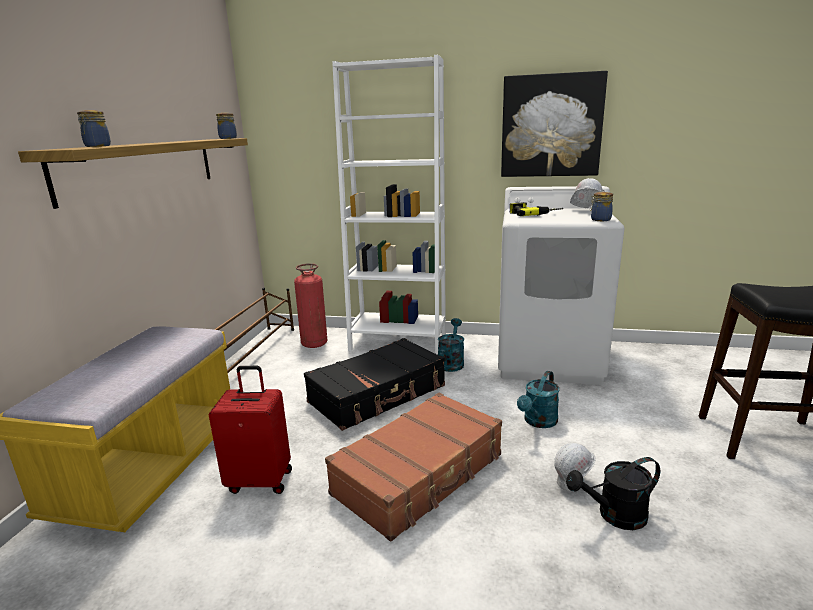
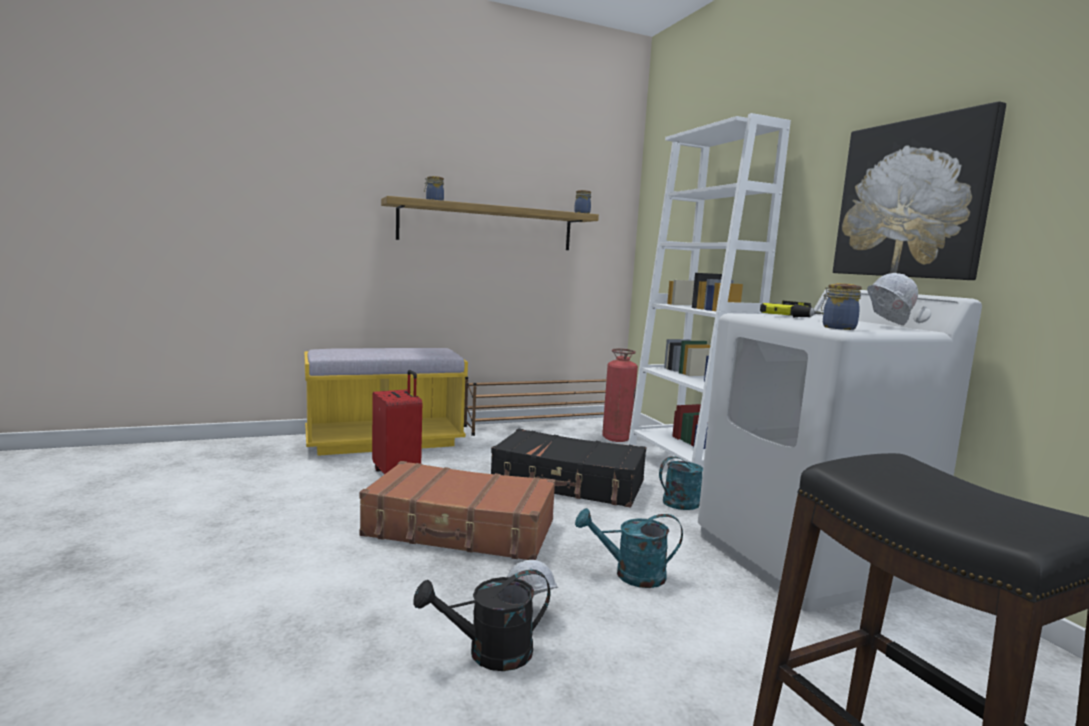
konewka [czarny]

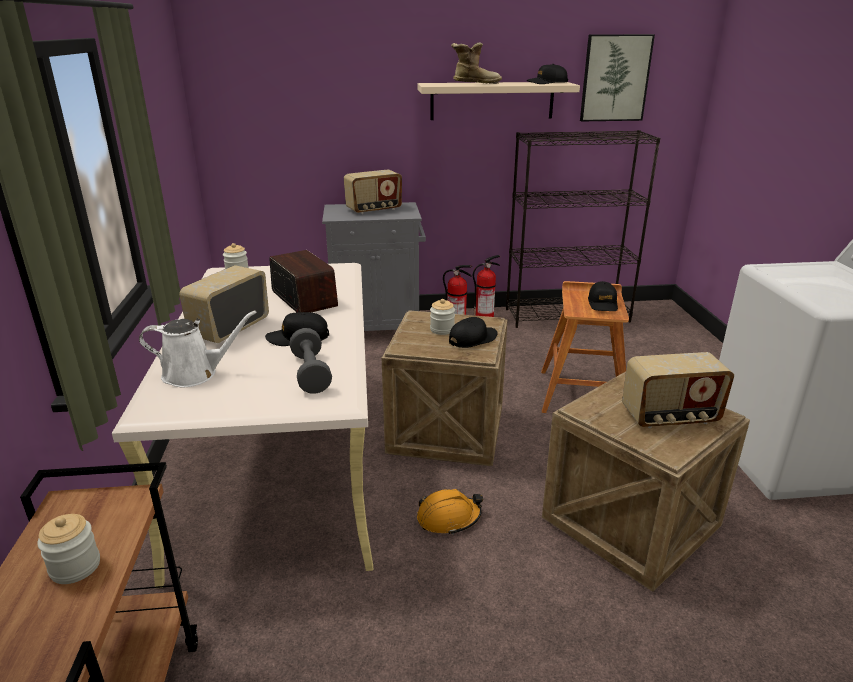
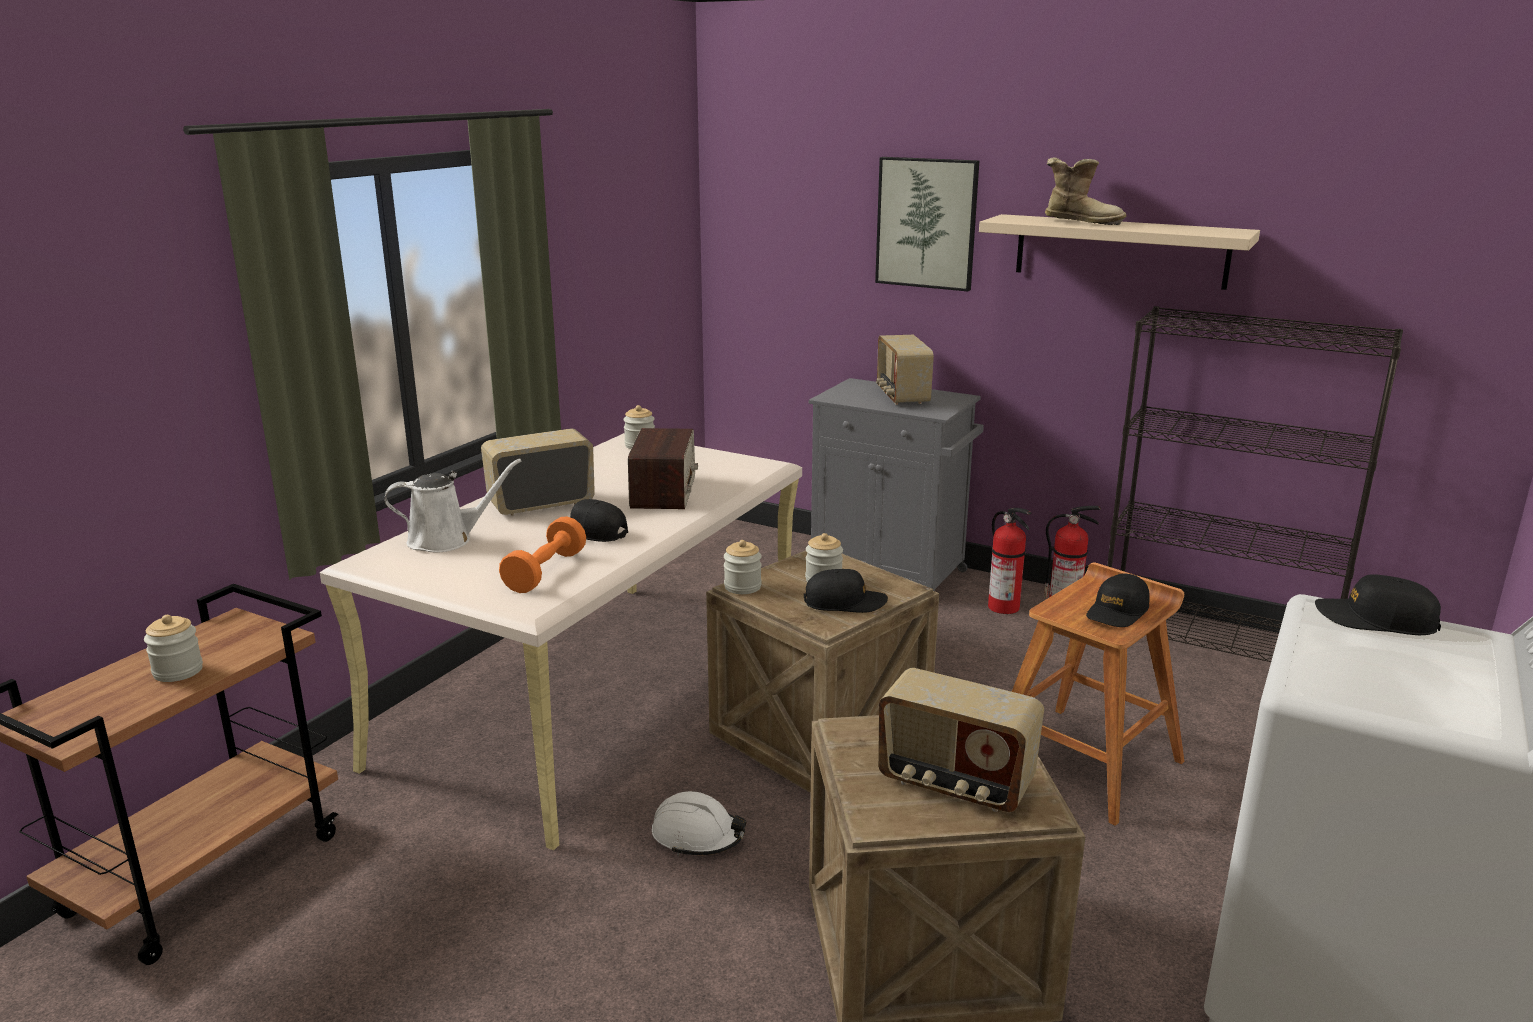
konewka [biały]; hantel [pomarańczowy]; kask [biały]; słoik (3rd from left); obraz; radio (3rd from left); czapka z daszkiem [czarny] (4th from left)

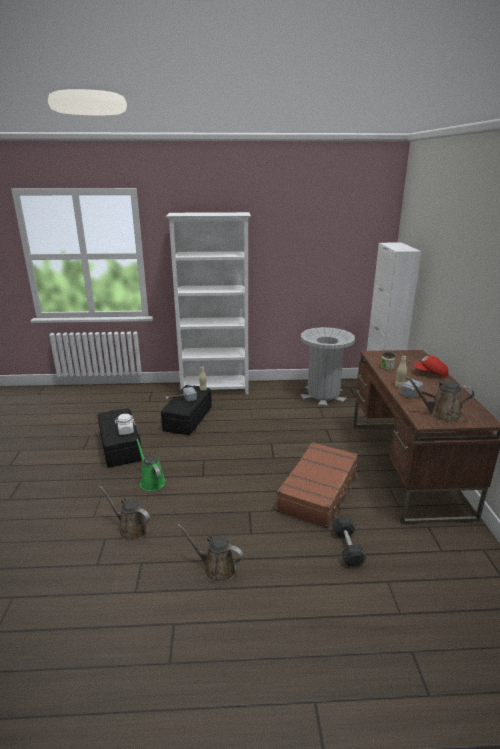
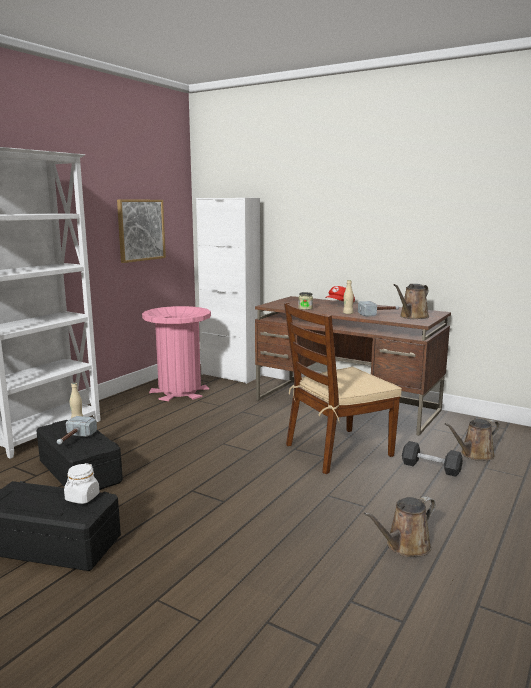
obraz; kosz na śmieci [różowy]; krzesło [brązowy]; konewka [brązowy] (3rd from left); konewka [zielony]

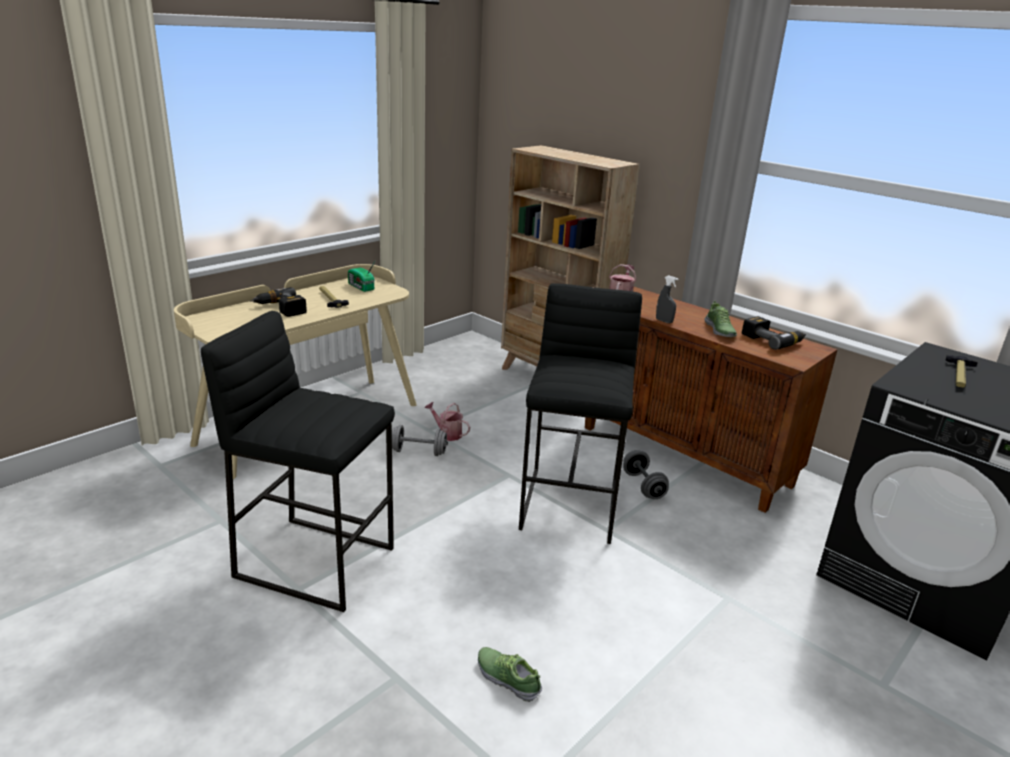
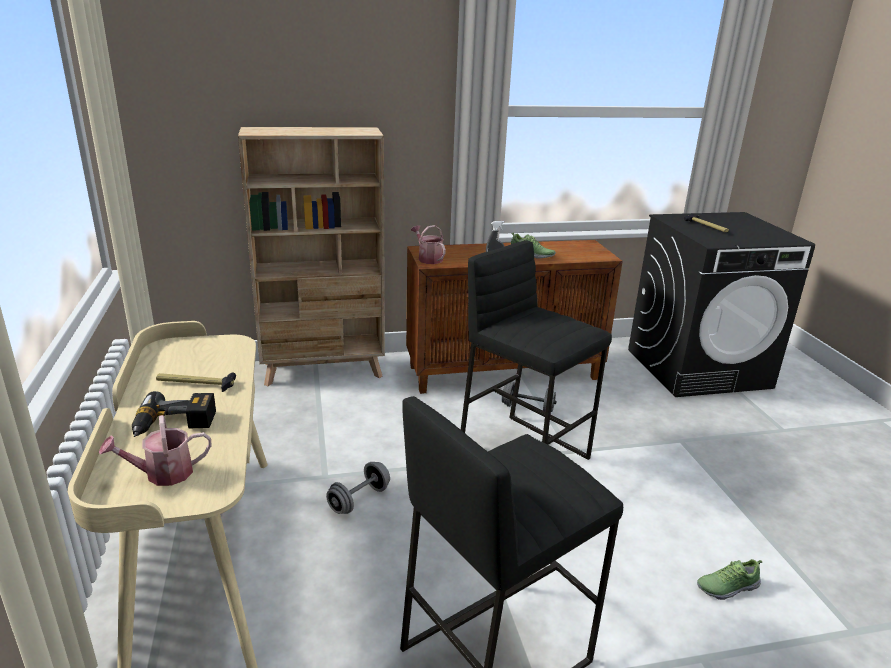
konewka (1st from left); radio; wiertarka (2nd from left in the first image)

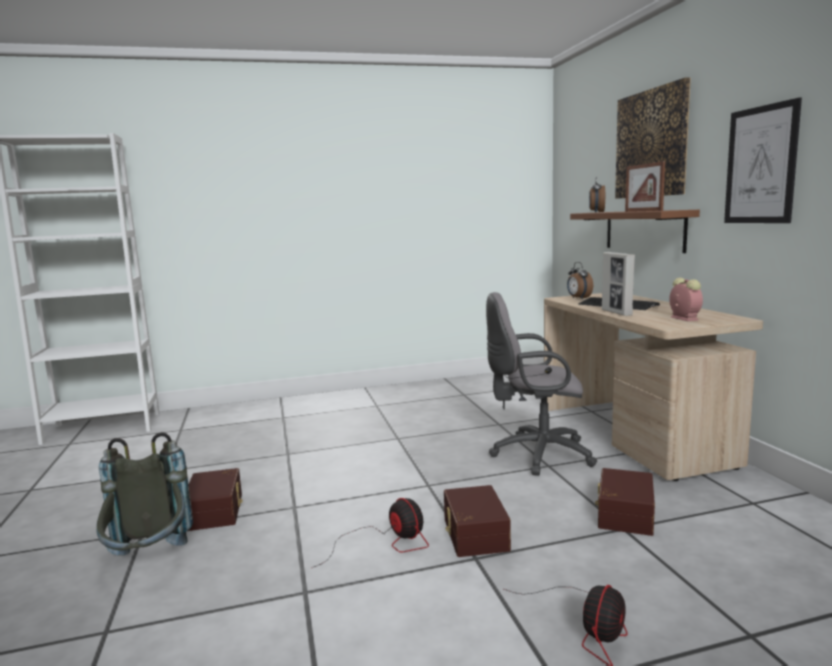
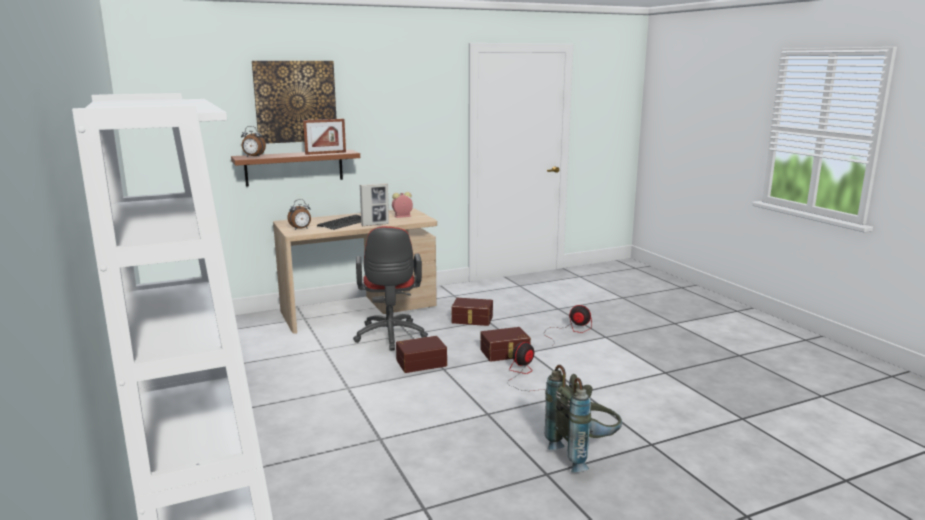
krzesło biurowe [czerwony]; pojemnik do przechowywania [brązowy] (1st from left); obraz (2nd from left in the first image)

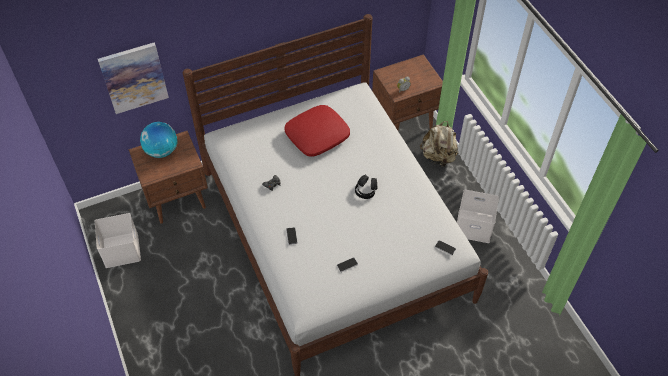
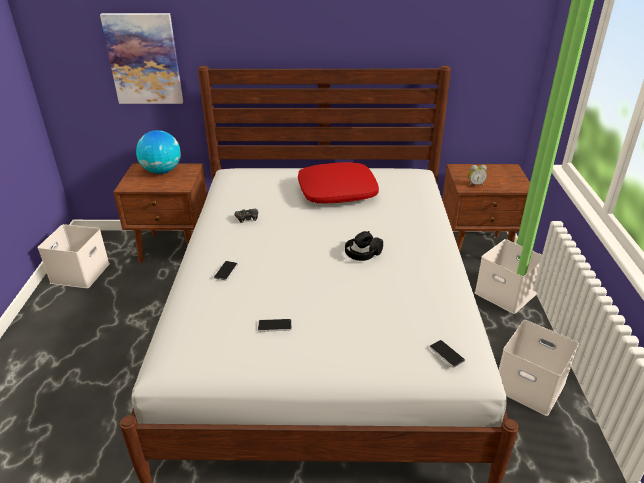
pojemnik do przechowywania [biały] (2nd from left)

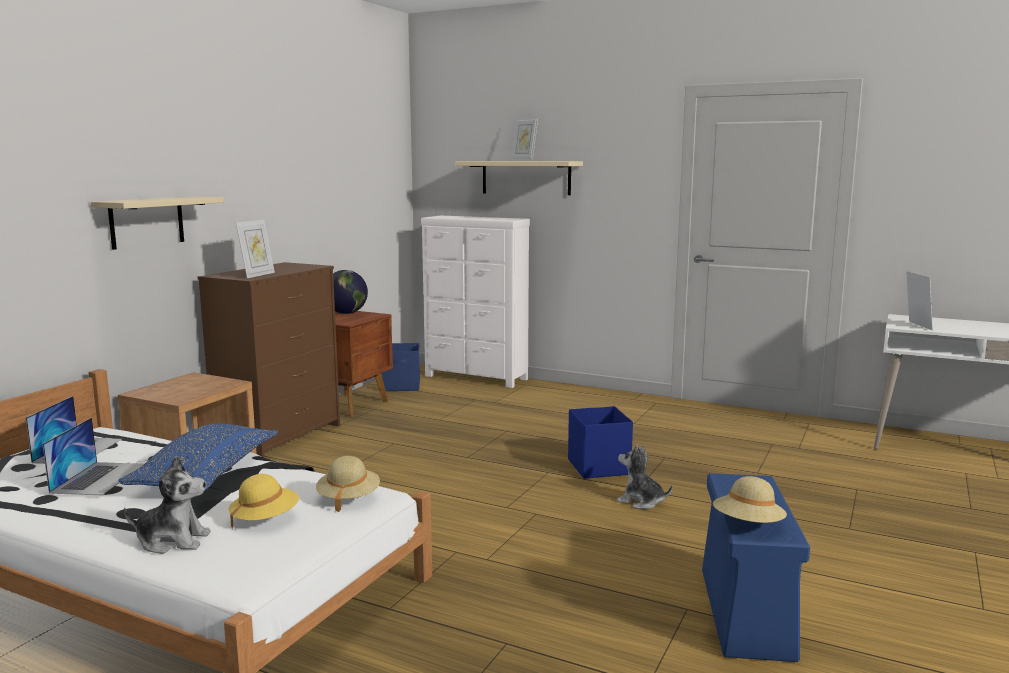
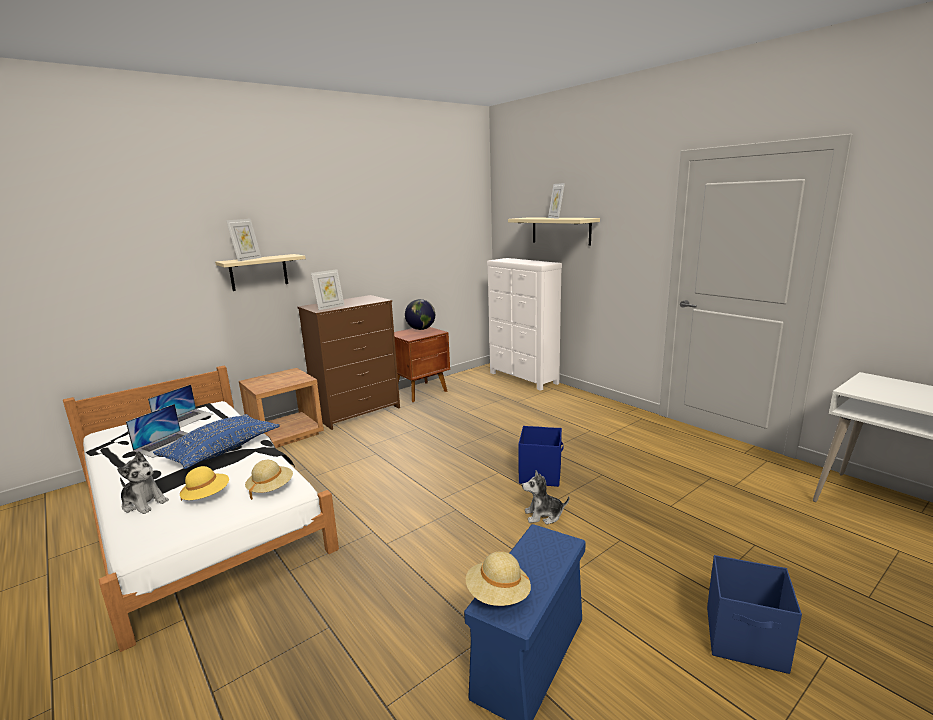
ramka na zdjęcie (1st from left); pluszak (2nd from left); pojemnik do przechowywania [niebieski] (3rd from left)

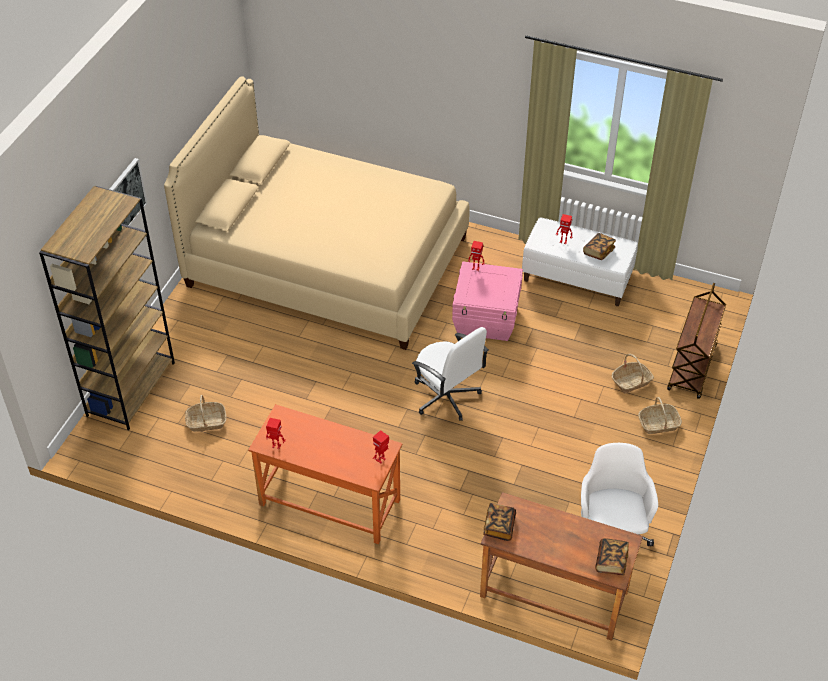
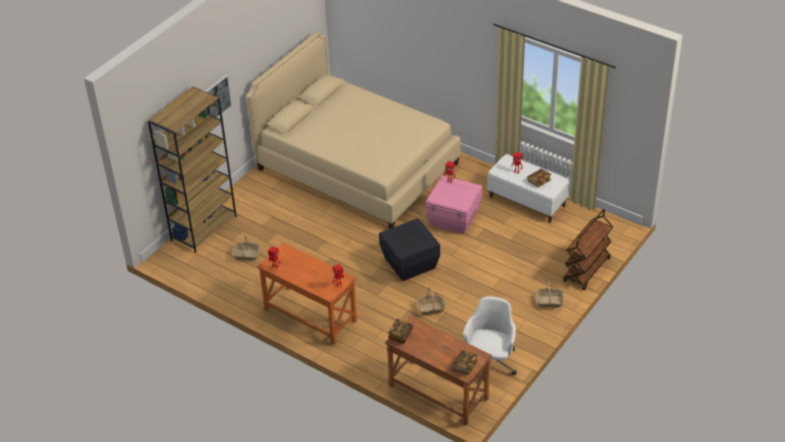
pojemnik do przechowywania [czarny]; koszyk (2nd from left)

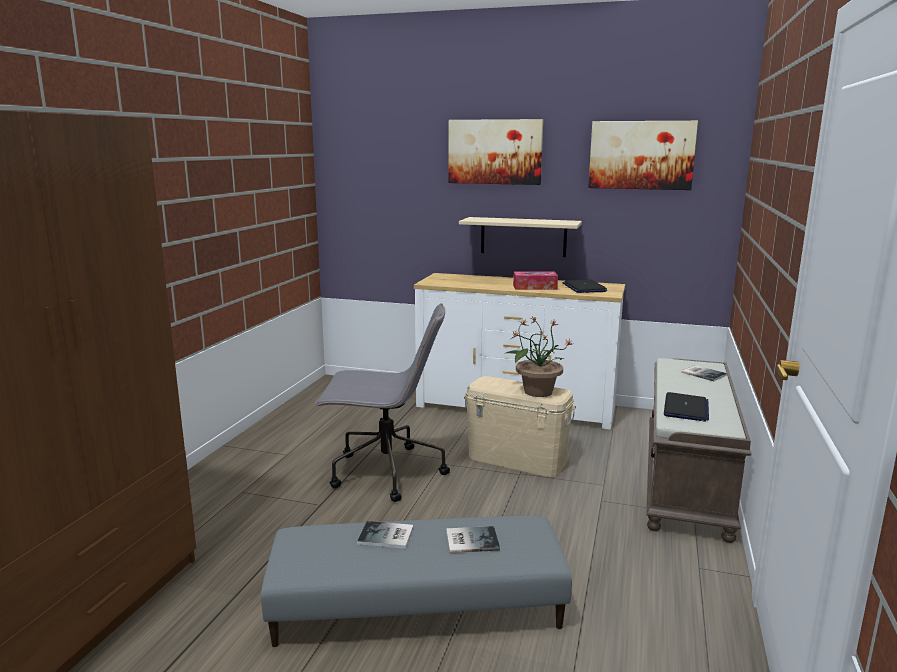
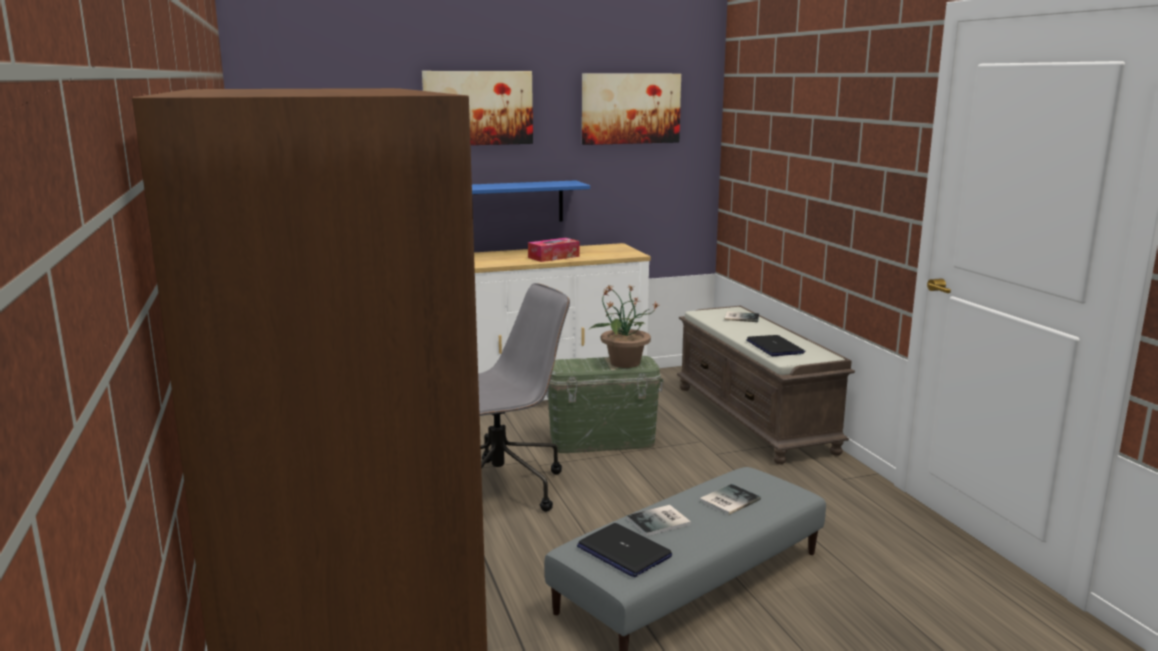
półka [niebieski]; pojemnik do przechowywania [zielony]; laptop (1st from left)

